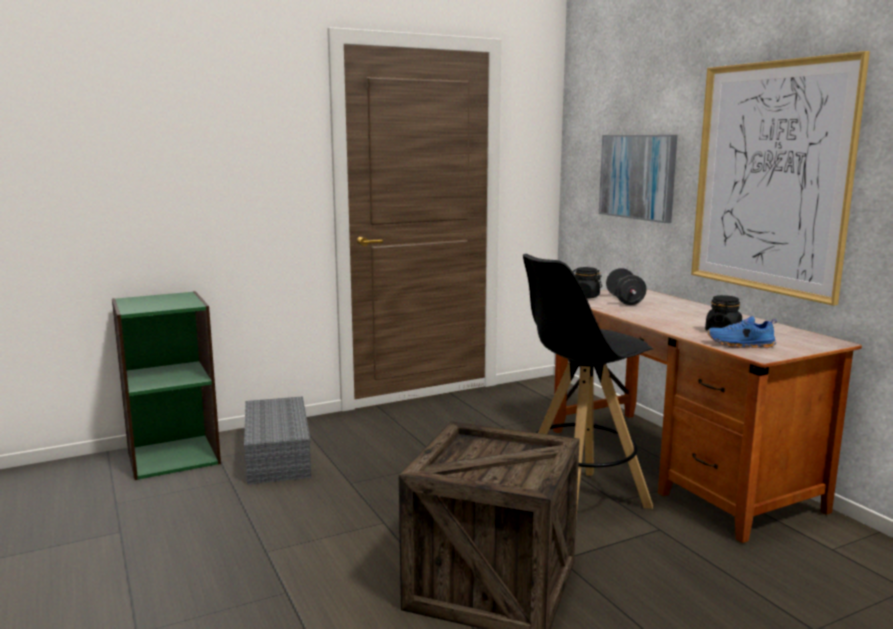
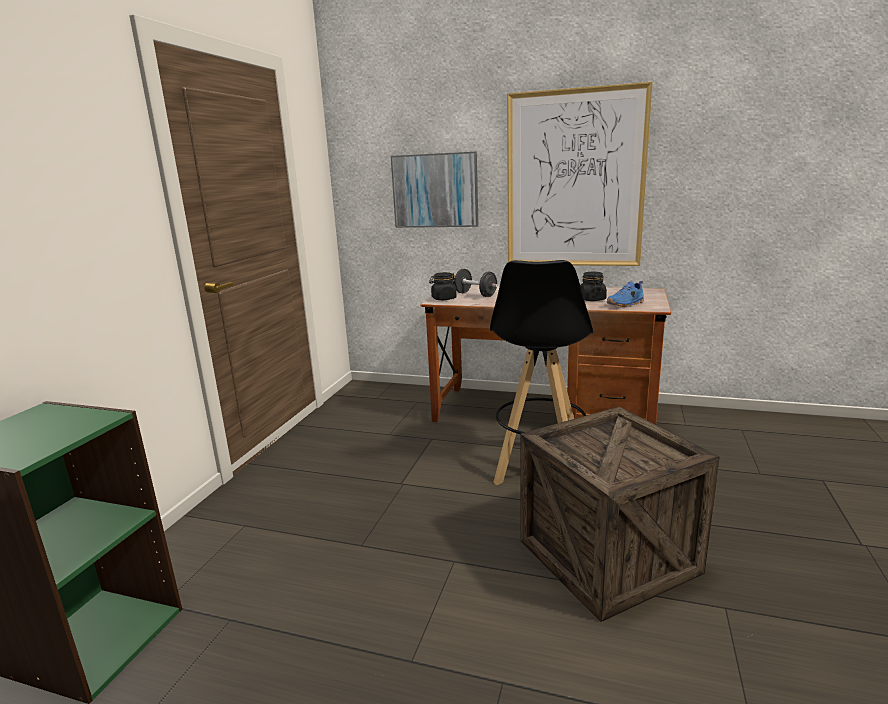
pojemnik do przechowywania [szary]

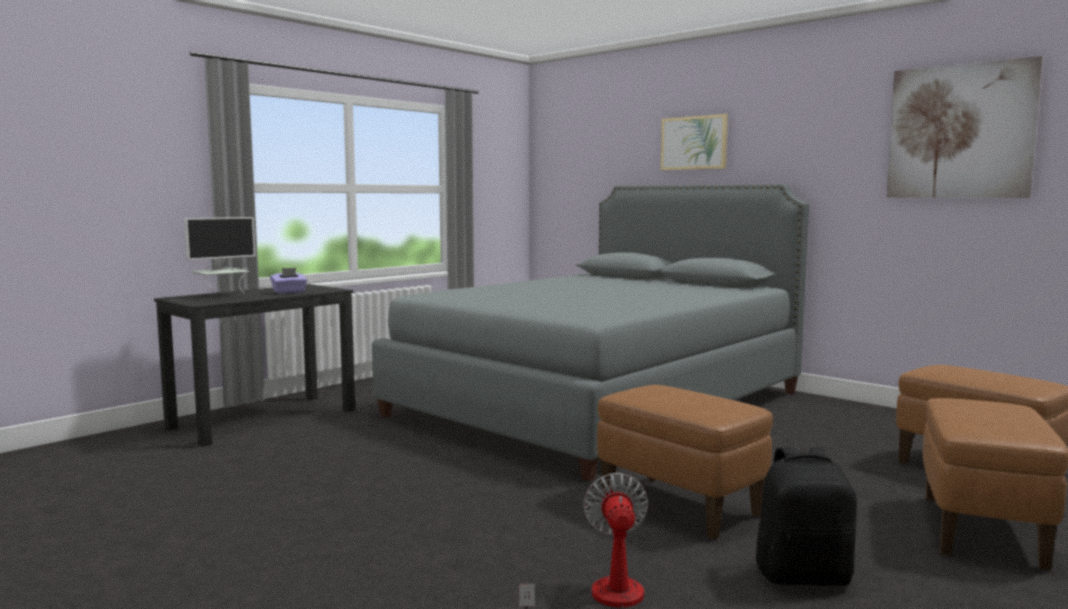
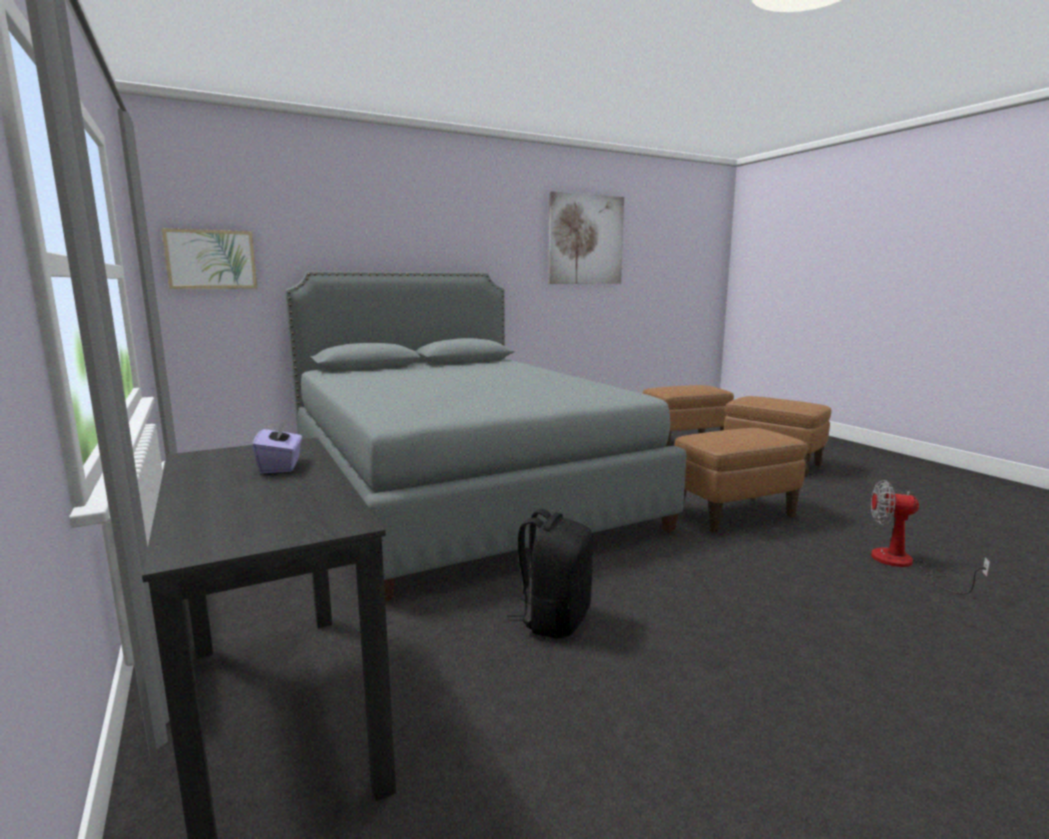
obraz (1st from left); plecak [czarny]; monitor

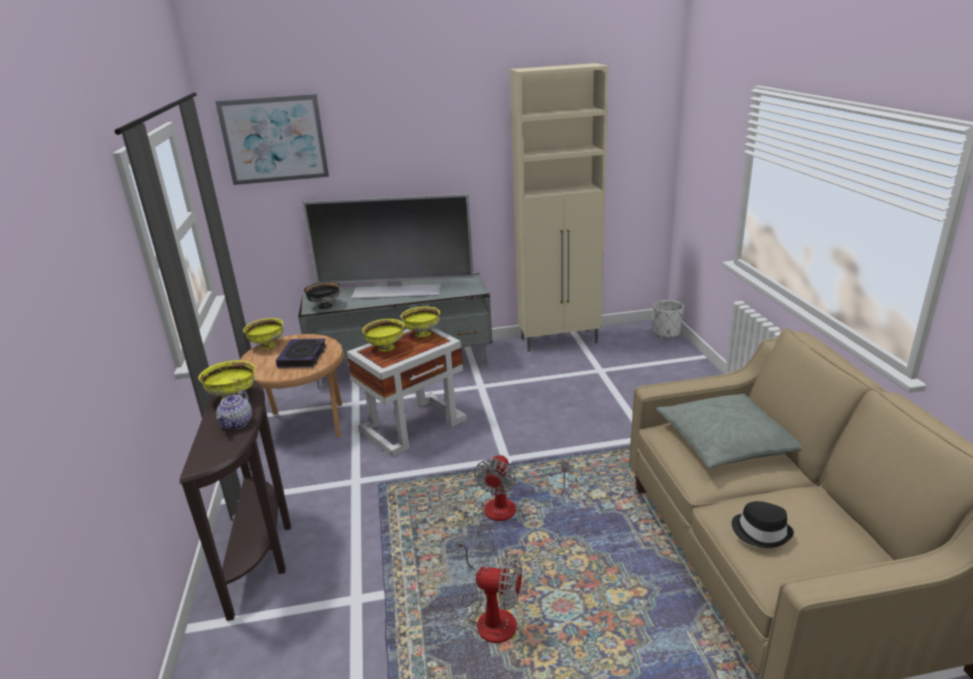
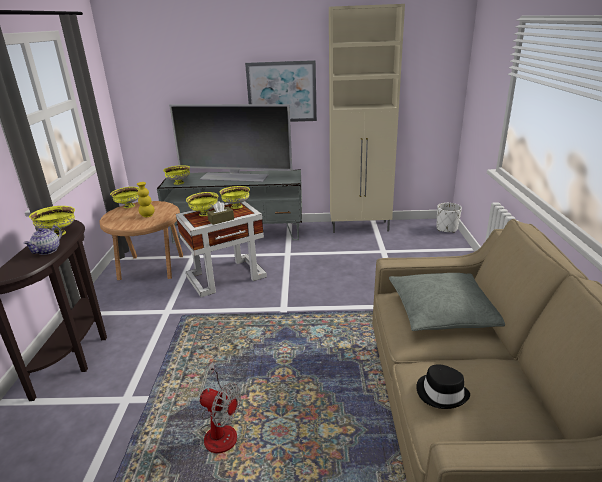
wazon [żółty]; miska [żółty] (3rd from left); pudełko chusteczek [brązowy]; obraz; wentylator (2nd from left in the first image)

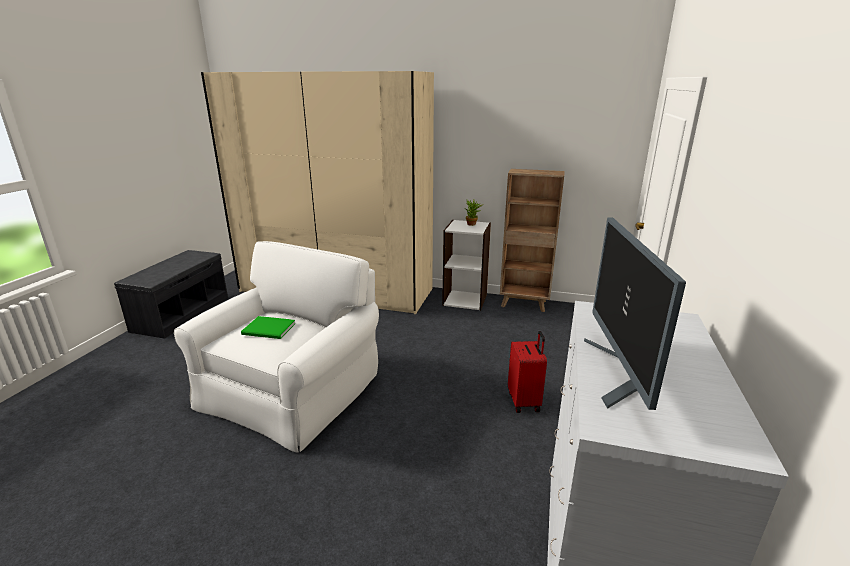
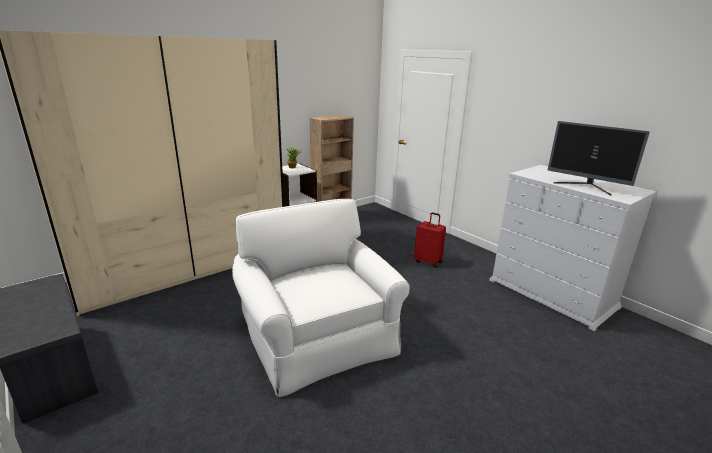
książka [zielony]

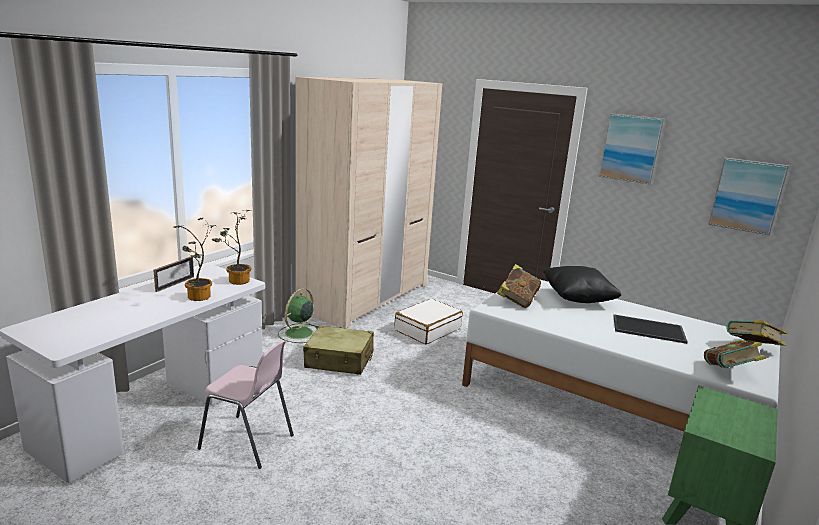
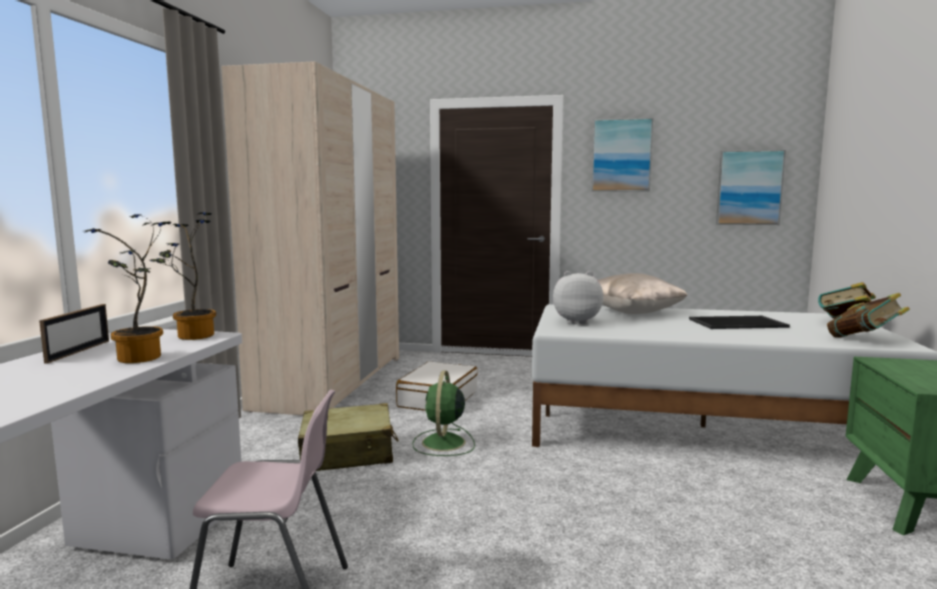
wentylator [zielony]; pluszak; poduszka [beżowy]

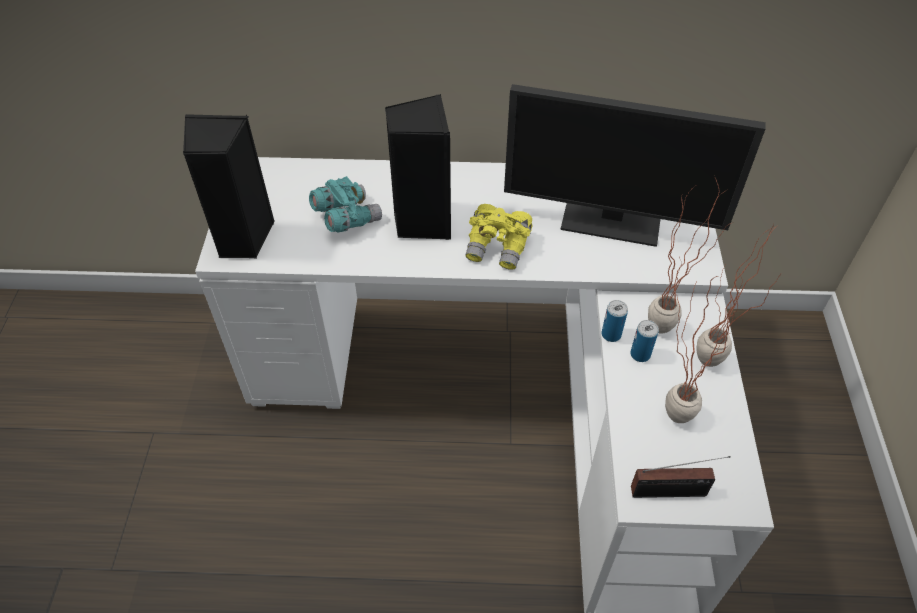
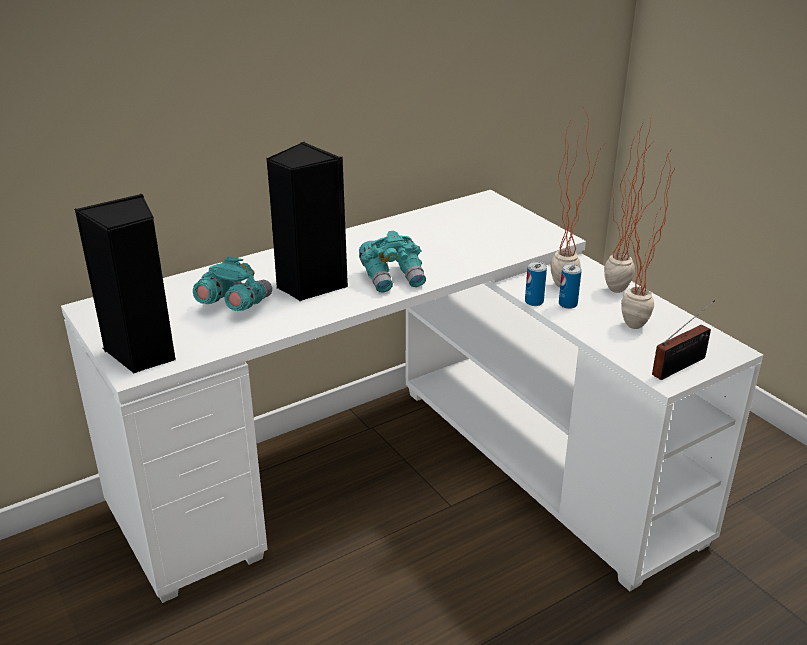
lornetka [turkusowy] (2nd from left); monitor

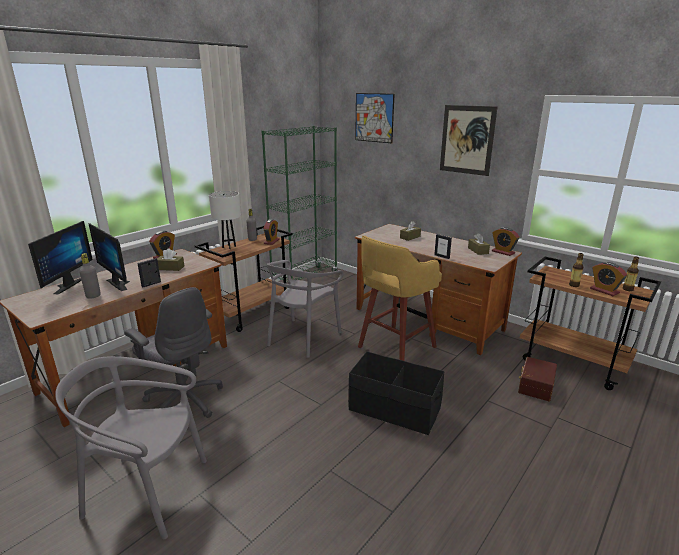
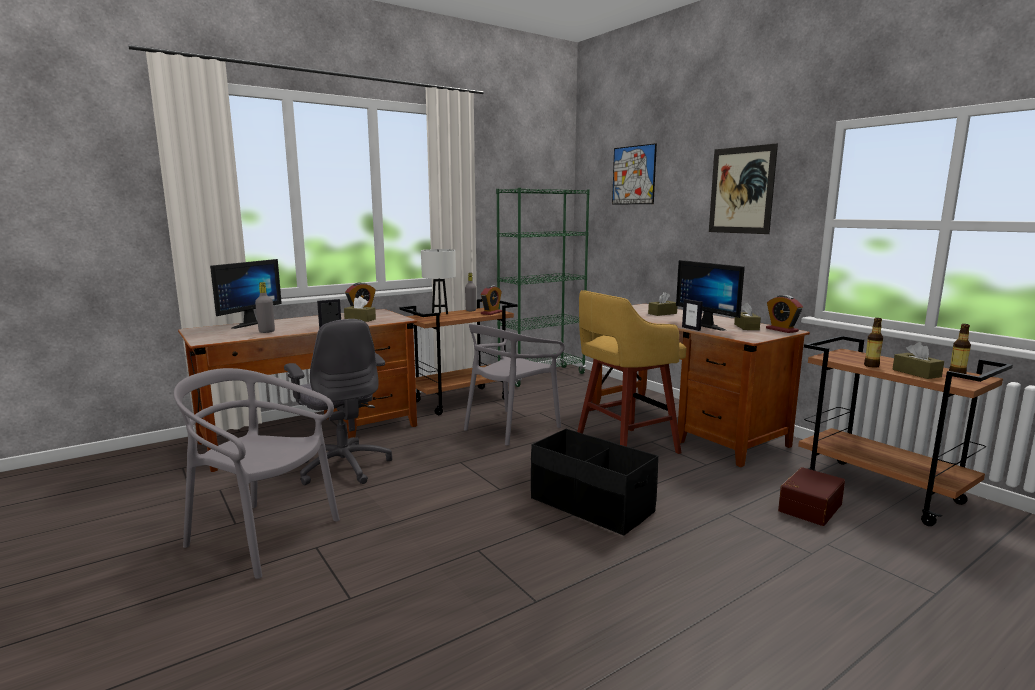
monitor (2nd from left); pudełko chusteczek [brązowy] (4th from left)

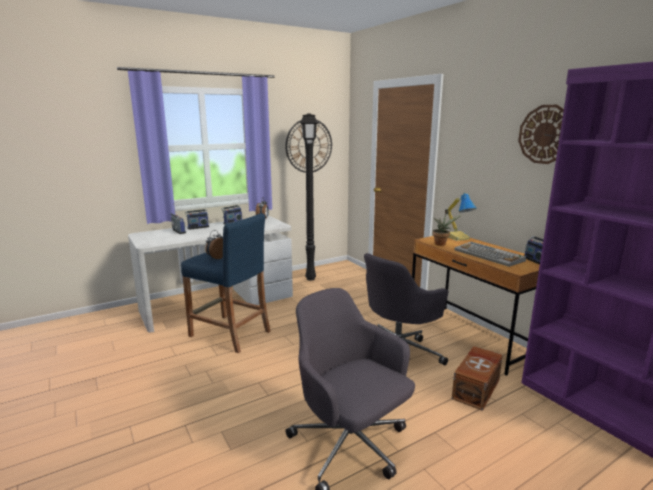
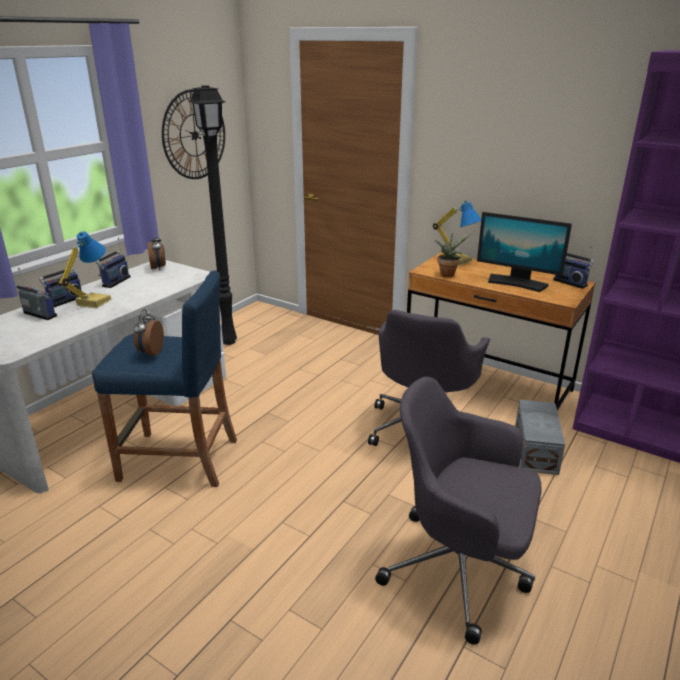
lampa stołowa (1st from left); monitor; pojemnik do przechowywania [szary]; zegar ścienny (2nd from left in the first image)

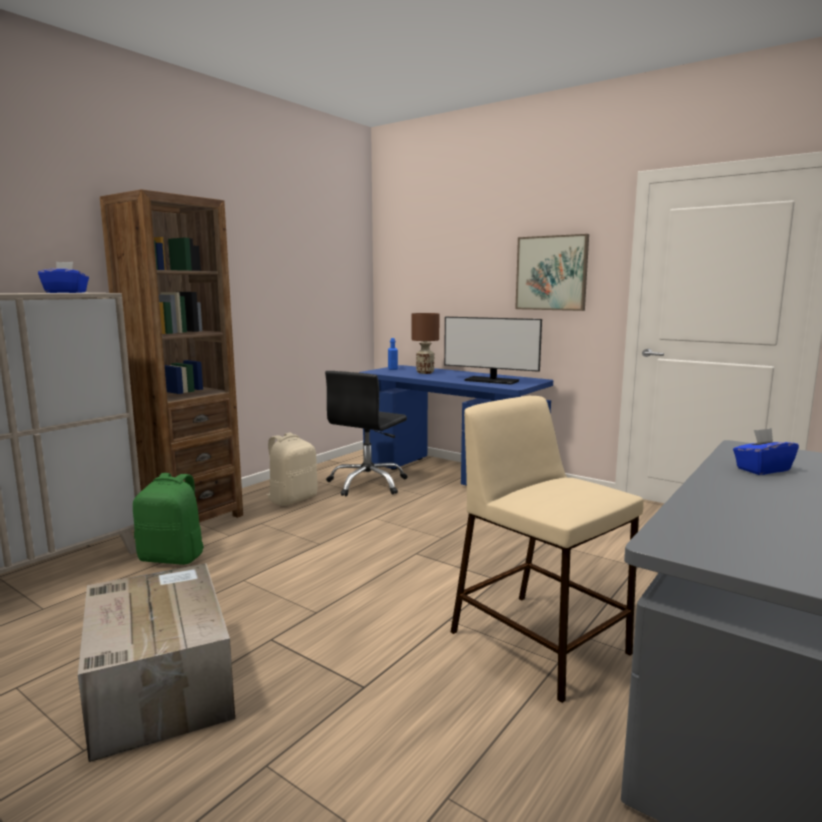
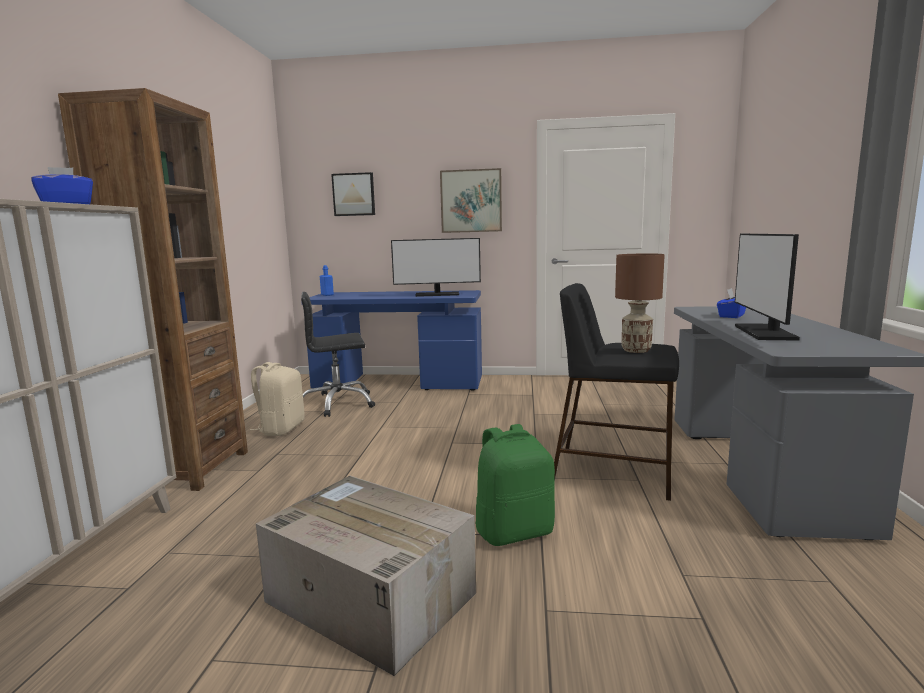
krzesło biurowe [czarny]; obraz (1st from left); plecak [zielony]; stołek [czarny]; lampa stołowa [brązowy]; monitor (2nd from left)

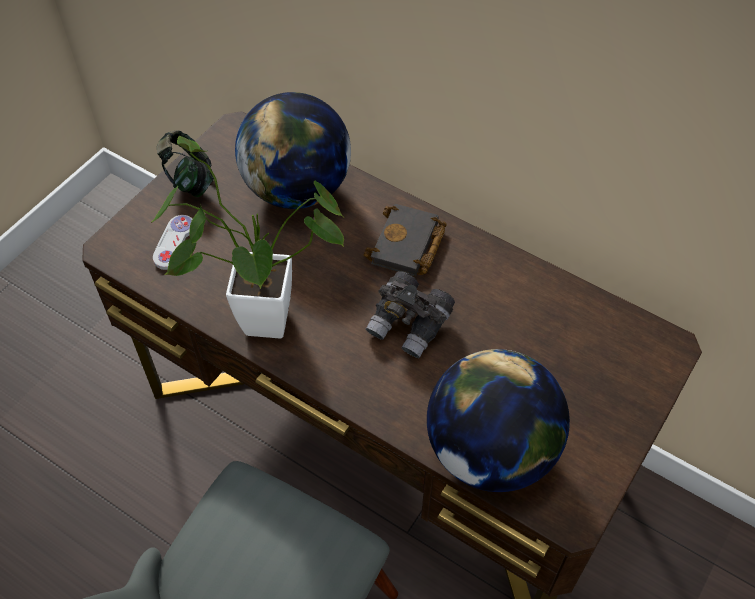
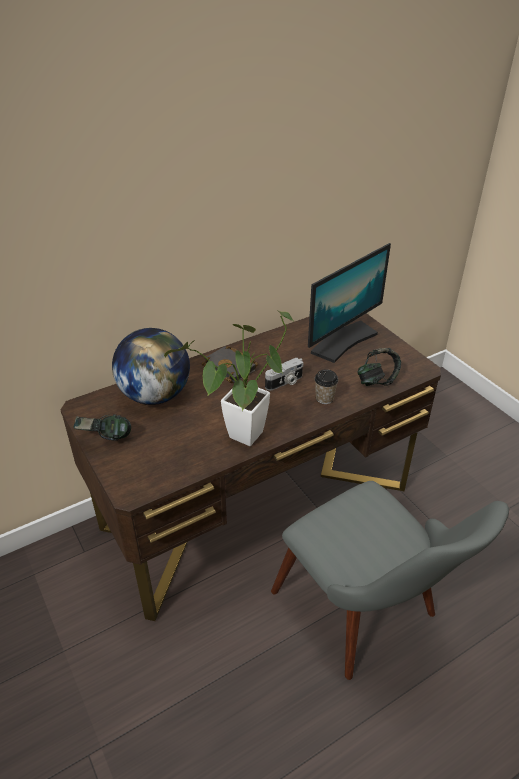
aparat fotograficzny; monitor; filiżanka; słuchawki (2nd from left); pad do gier [biały]

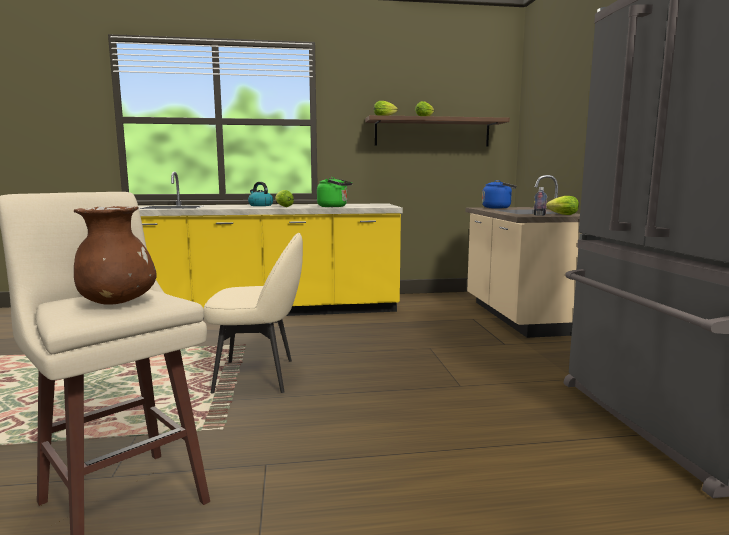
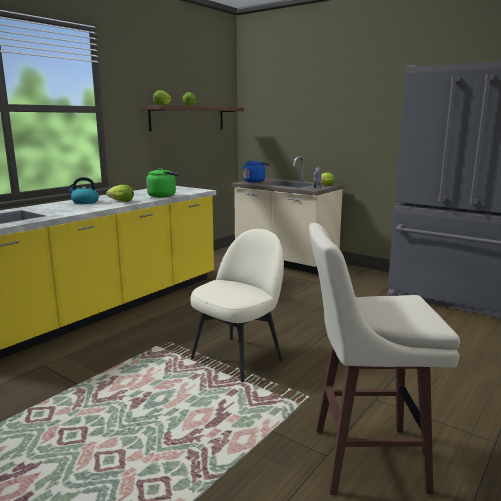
wazon [brązowy]

